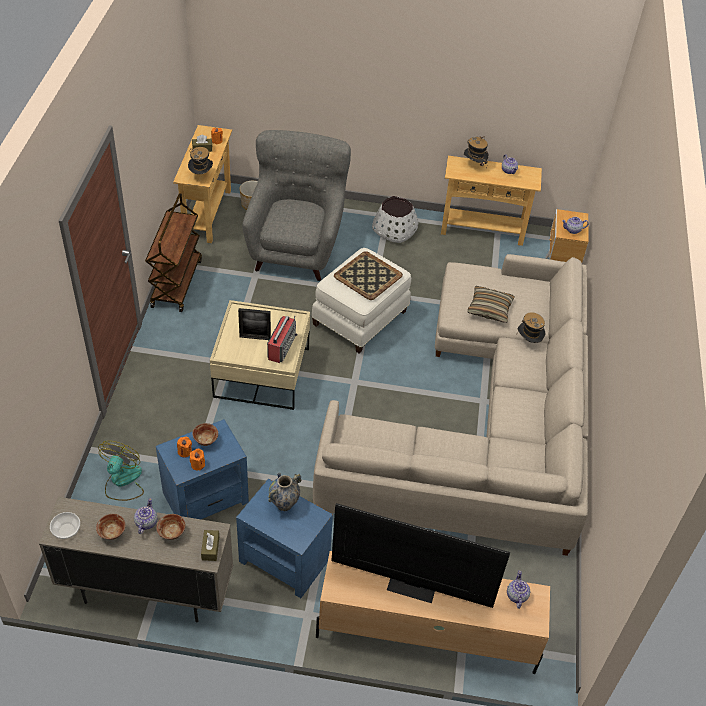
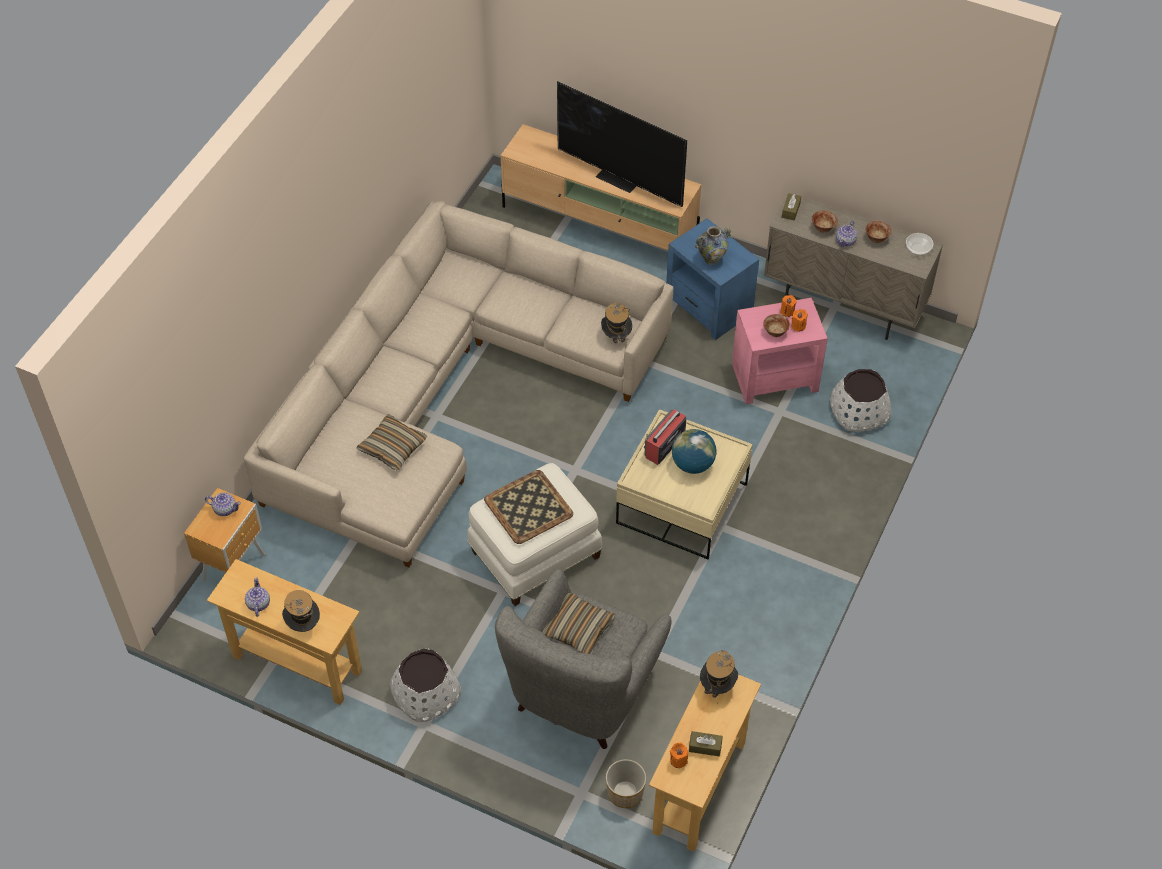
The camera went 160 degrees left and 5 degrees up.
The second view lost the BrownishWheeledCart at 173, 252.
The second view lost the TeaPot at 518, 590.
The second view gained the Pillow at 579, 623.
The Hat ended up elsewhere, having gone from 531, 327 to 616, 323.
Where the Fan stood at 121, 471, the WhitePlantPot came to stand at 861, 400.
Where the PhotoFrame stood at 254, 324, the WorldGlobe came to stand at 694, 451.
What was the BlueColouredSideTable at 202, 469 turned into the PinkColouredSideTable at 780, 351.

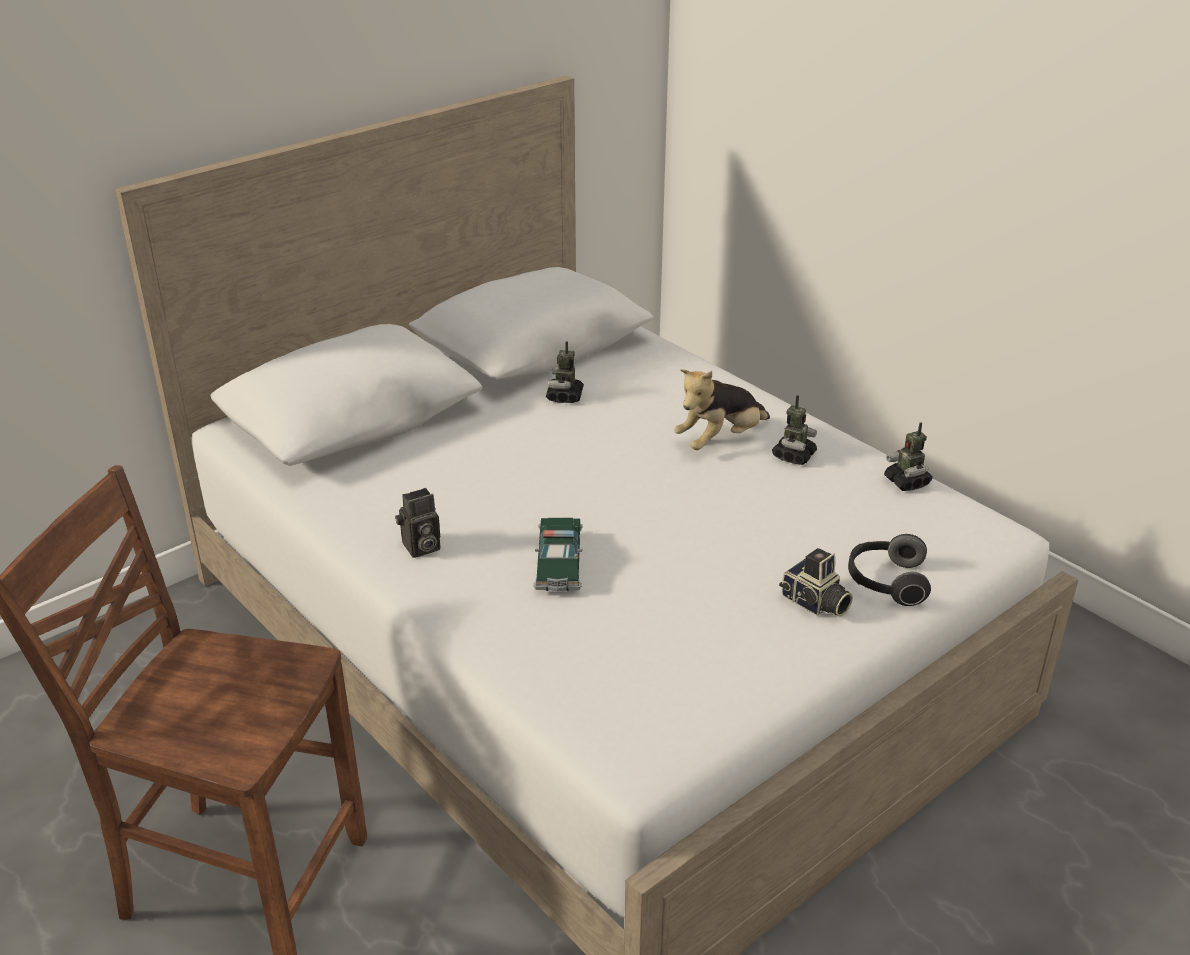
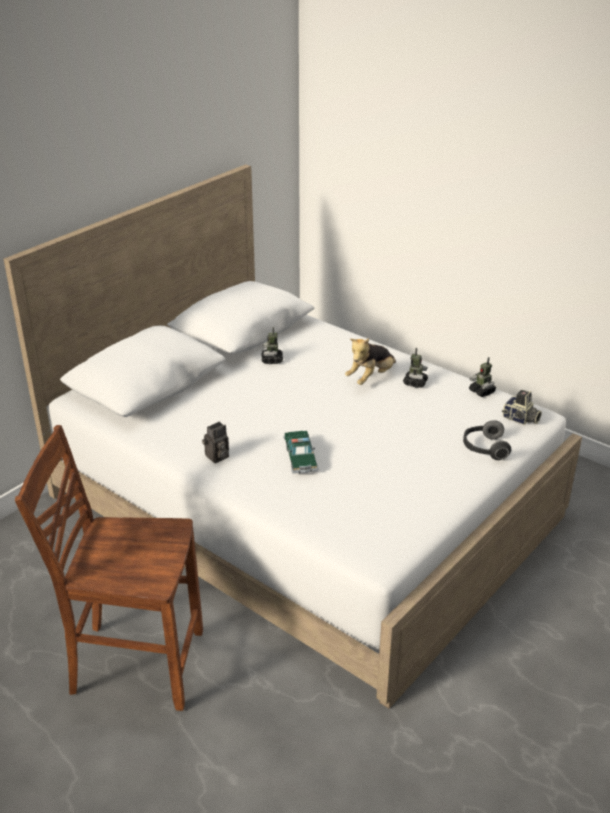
The camera went 10 degrees left and 0 degrees up.
The PhotoCamera ended up elsewhere, having gone from 816, 582 to 522, 407.

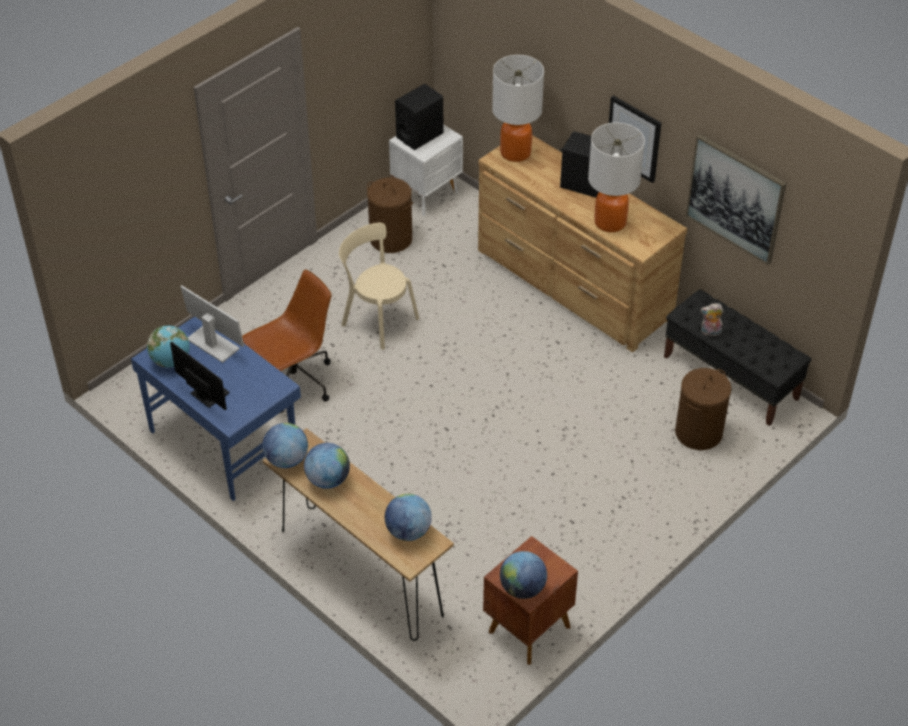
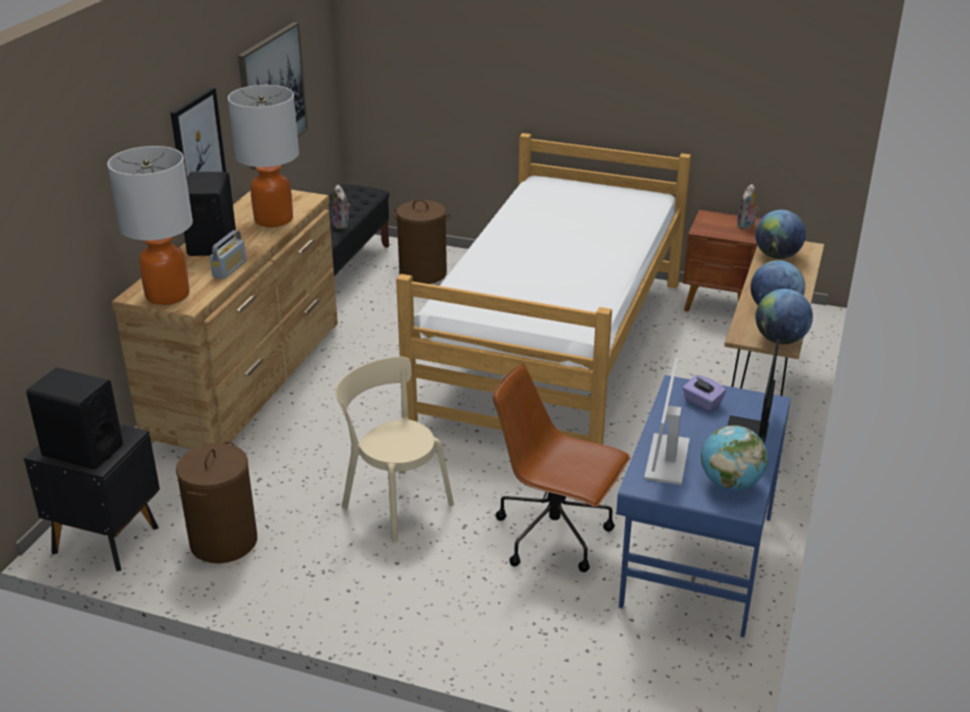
The camera went 115 degrees left and 15 degrees down.
The second view gained the Radio at 228, 254.
The second view gained the Bed at 543, 289.
The second view gained the PurpleColouredBoxOfTissues at 704, 393.
Where the WorldGlobe stood at 523, 575, the CuddlyToy came to stand at 747, 206.
What was the WhiteBedsideTable at 426, 169 turned into the BlackBedsideTable at 92, 497.
The SandColouredChair at 379, 286 ended up facing another way, 120 degrees clockwise from before.

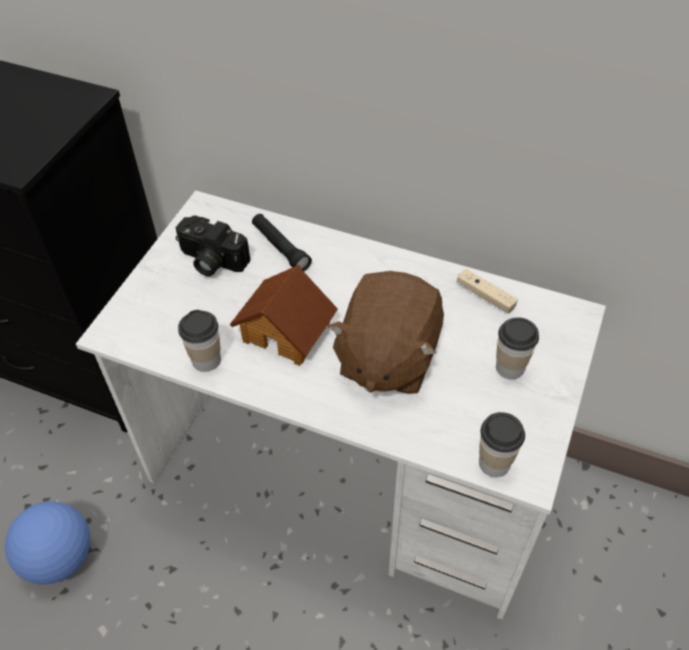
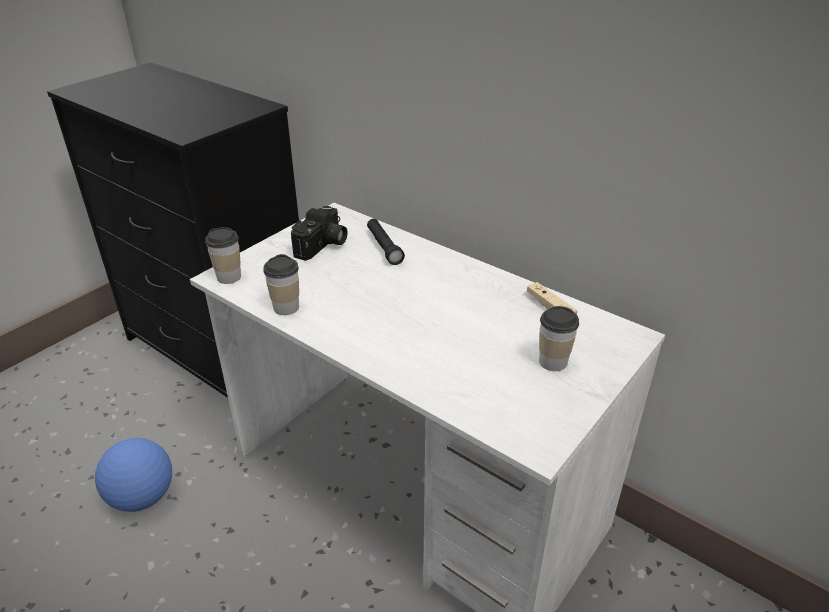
The camera went 15 degrees right and 15 degrees down.
The second view lost the MiniatureHouse at 284, 315.
The second view lost the BrownishCuddlyToy at 385, 332.
The SmallCup ended up elsewhere, having gone from 502, 444 to 223, 255.
The PhotoCamera at 212, 245 ended up facing another way, 105 degrees counterclockwise from before.

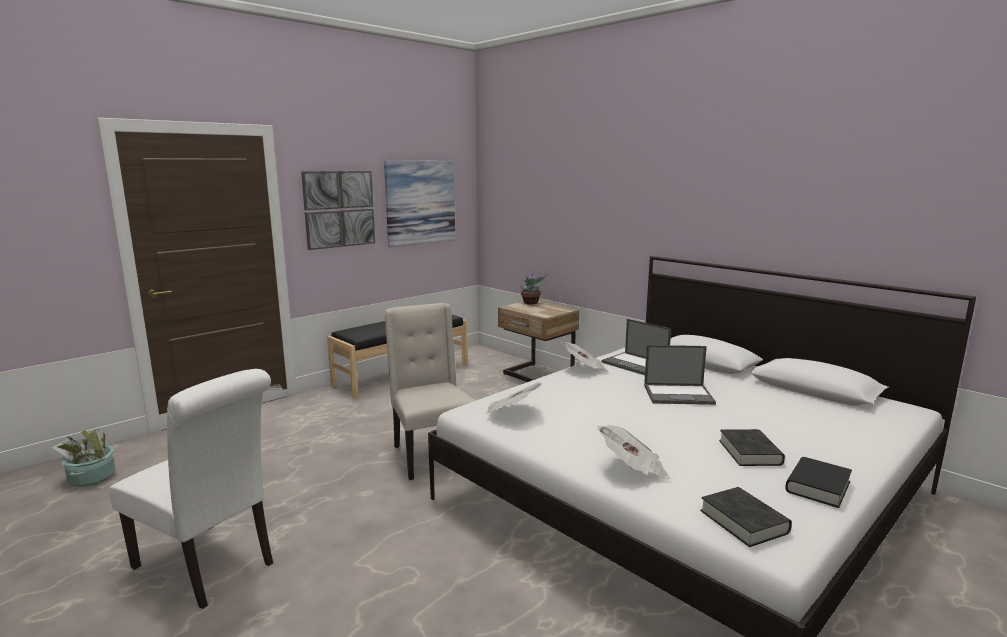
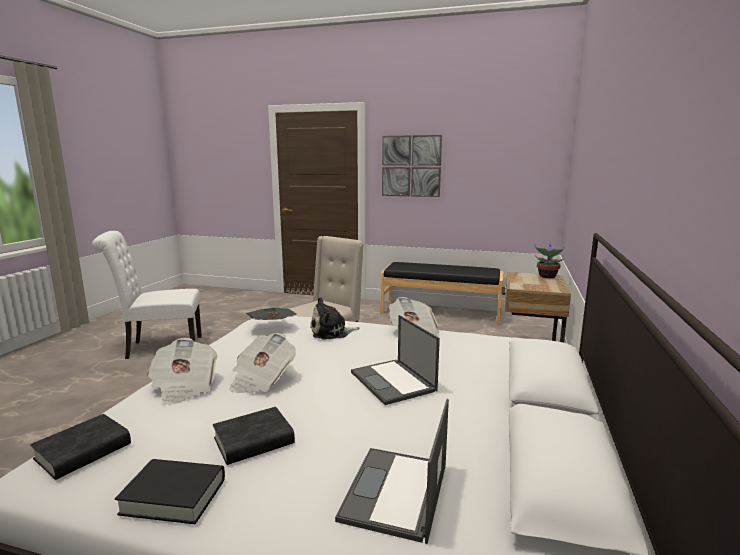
The camera went 60 degrees right and 0 degrees up.
The second view lost the PottedPlant at 83, 458.
The second view lost the WallArt at 419, 204.
The second view gained the DailyPaper at 262, 363.
The second view gained the CuddlyToy at 335, 318.
The NotebookComputer ended up elsewhere, having gone from 636, 347 to 392, 471.
The WhiteChair at 191, 489 ended up facing another way, 75 degrees clockwise from before.

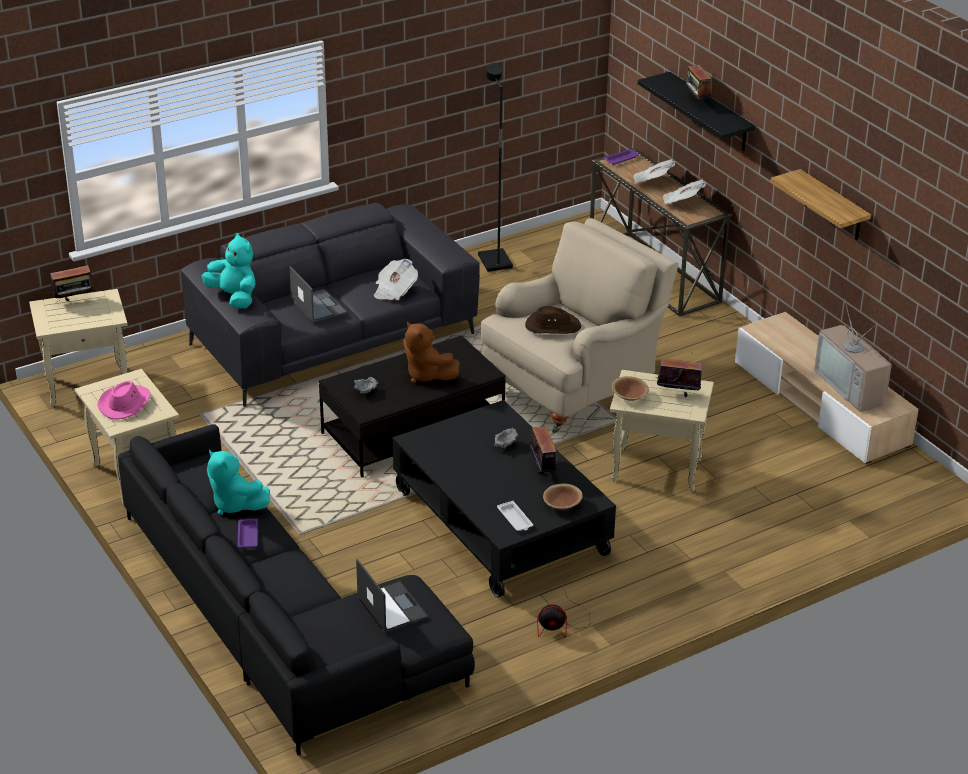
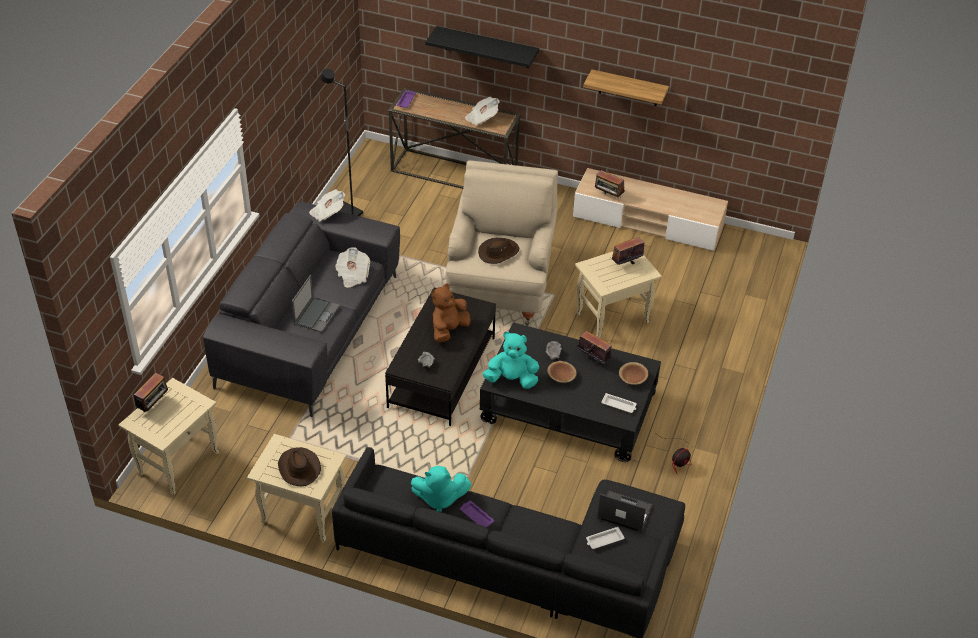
The camera went 40 degrees left and 10 degrees up.
The second view lost the Television at 853, 357.
The second view gained the WhiteServingTray at 605, 538.
The TurquoiseCuddlyToy ended up elsewhere, having gone from 228, 271 to 510, 360.
The BrownishBowl ended up elsewhere, having gone from 630, 388 to 562, 372.
The DailyPaper ended up elsewhere, having gone from 654, 171 to 327, 205.
The Radio ended up elsewhere, having gone from 699, 80 to 609, 183.
What was the PinkColouredHat at 123, 400 turned into the BrownishHat at 299, 466.
The NotebookComputer at 318, 294 ended up facing another way, 90 degrees clockwise from before.
The BrownishCuddlyToy at 431, 352 ended up facing another way, 120 degrees clockwise from before.

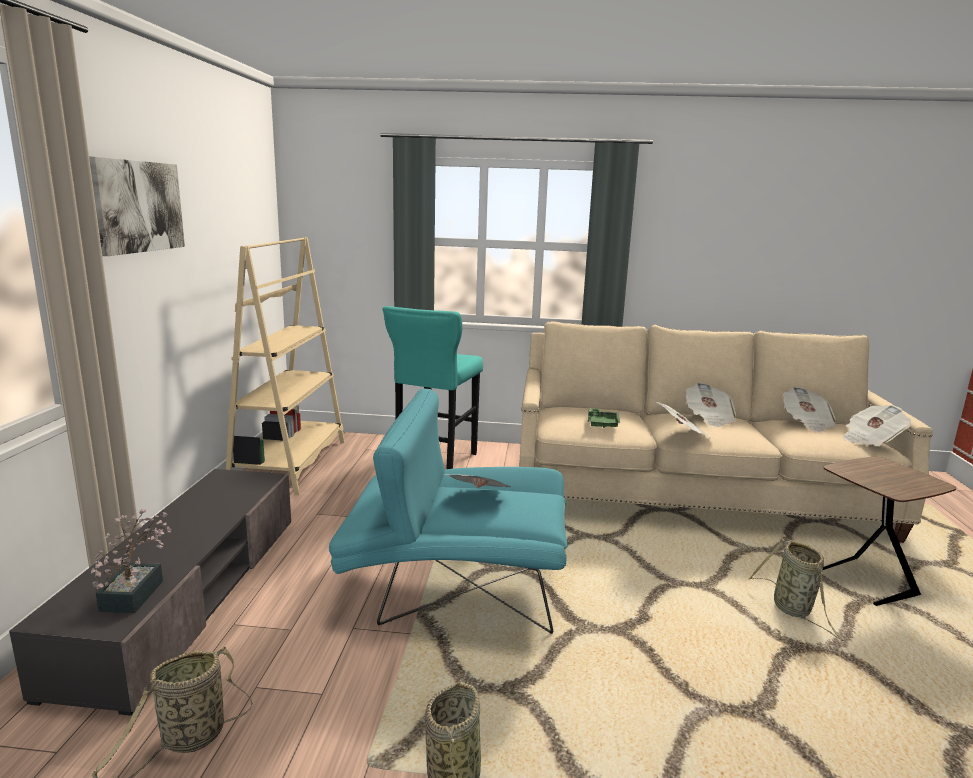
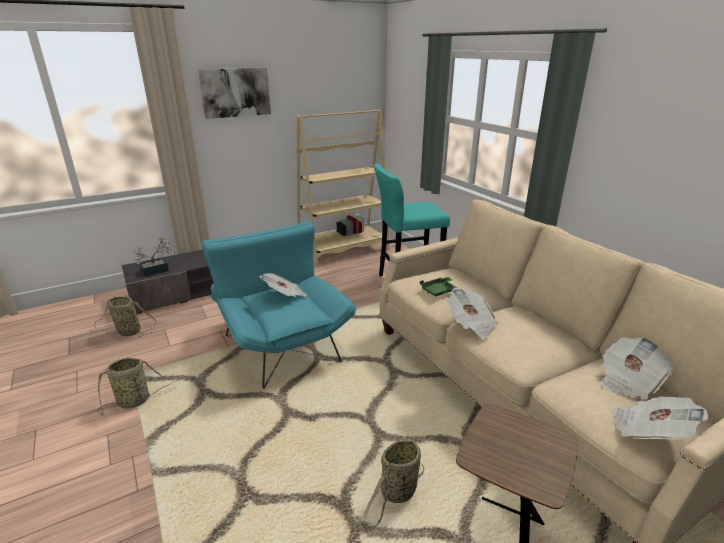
The camera went 55 degrees right and 10 degrees up.
The second view lost the DailyPaper at 711, 404.

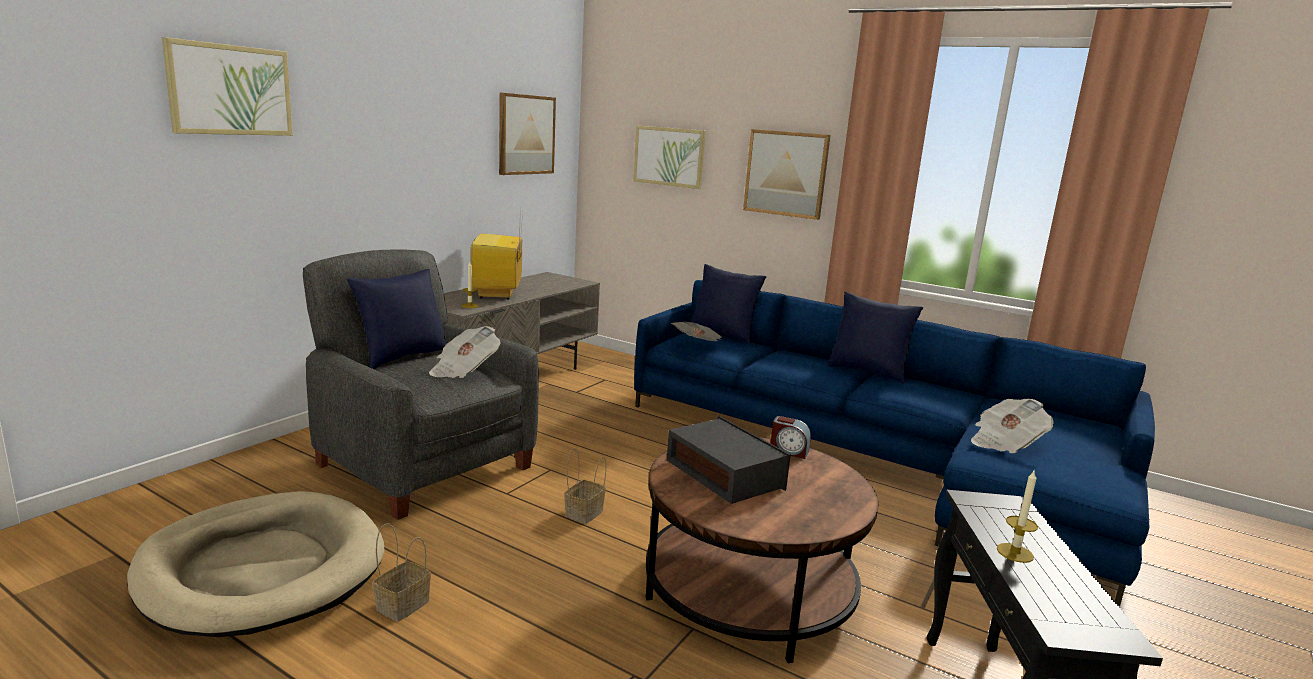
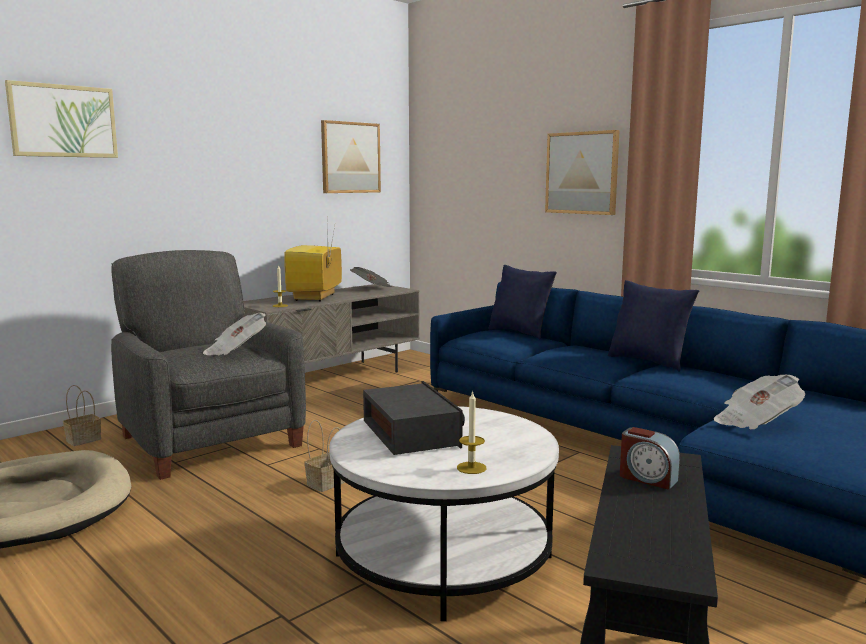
The camera went 15 degrees right and 5 degrees down.
The second view lost the BlueColouredPillow at 397, 319.
The second view lost the WallArt at 669, 157.
The StorageBasket ended up elsewhere, having gone from 402, 572 to 82, 415.
The DailyPaper ended up elsewhere, having gone from 696, 331 to 371, 277.
The TableClock ended up elsewhere, having gone from 791, 437 to 650, 458.
The Candle ended up elsewhere, having gone from 1017, 517 to 472, 432.
What was the BrownishLoungeTable at 762, 550 turned into the WhiteLoungeTable at 444, 513.

